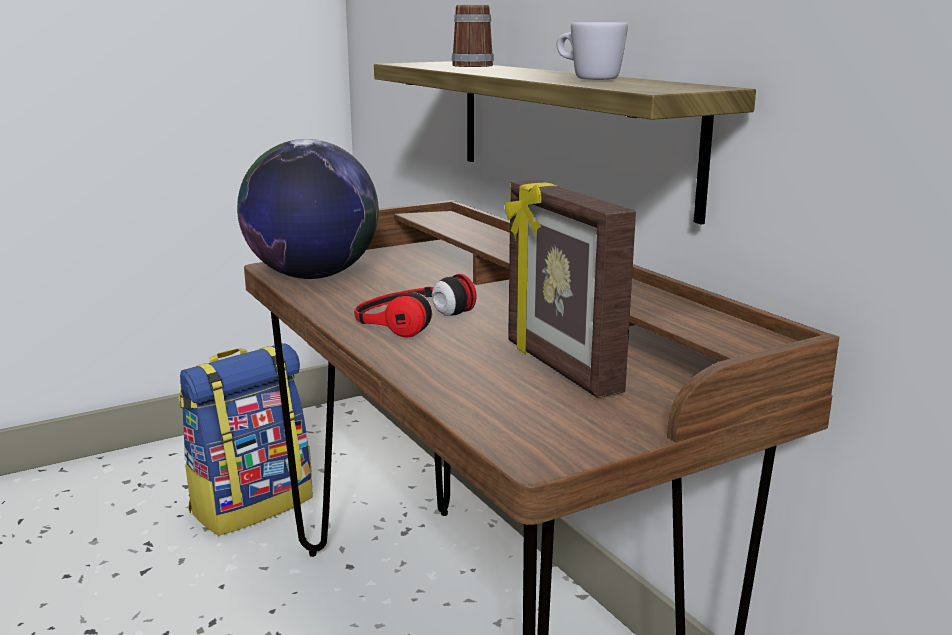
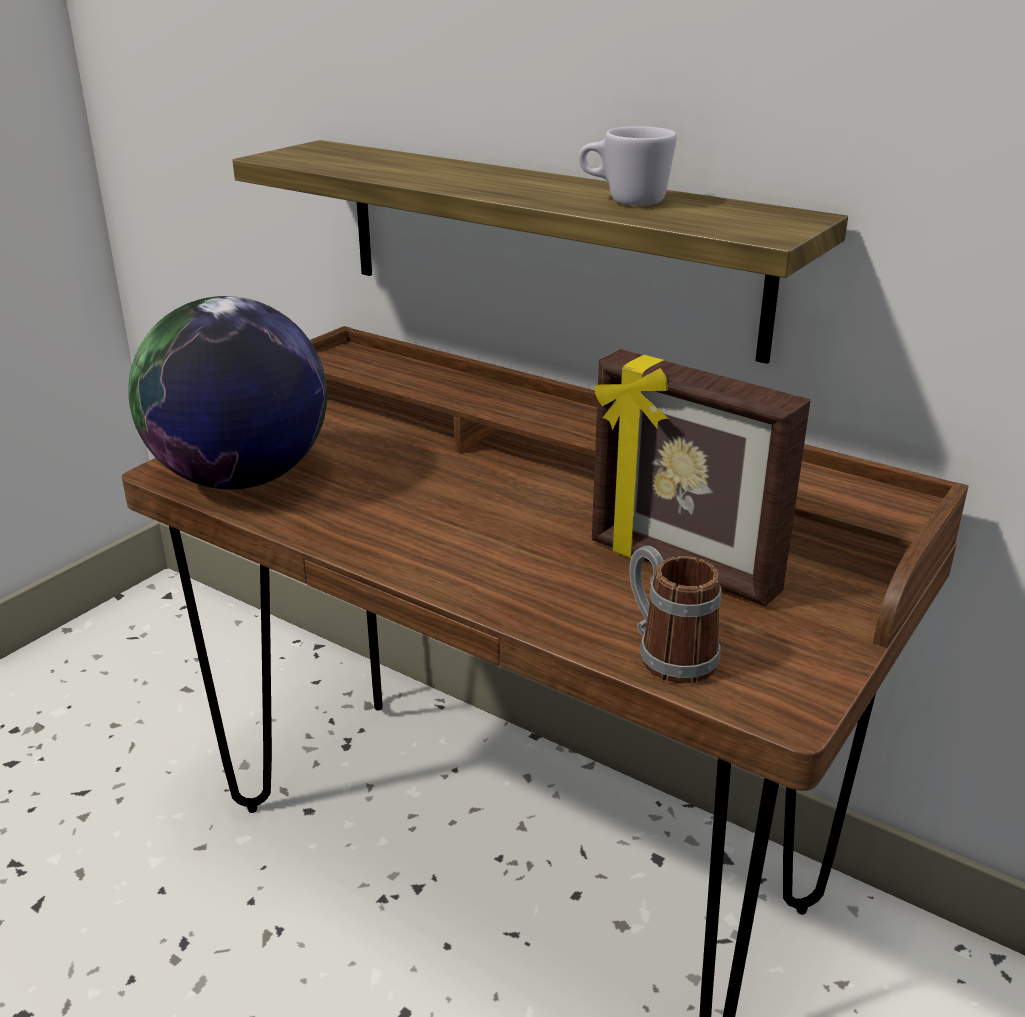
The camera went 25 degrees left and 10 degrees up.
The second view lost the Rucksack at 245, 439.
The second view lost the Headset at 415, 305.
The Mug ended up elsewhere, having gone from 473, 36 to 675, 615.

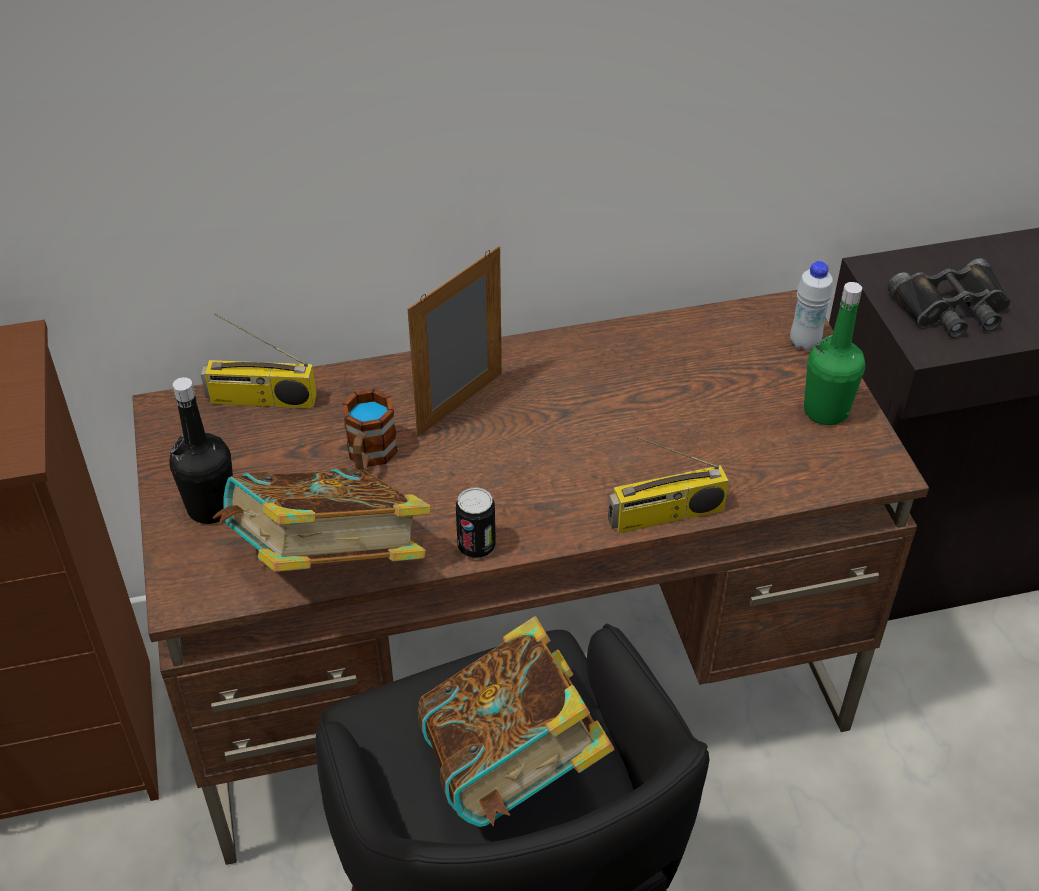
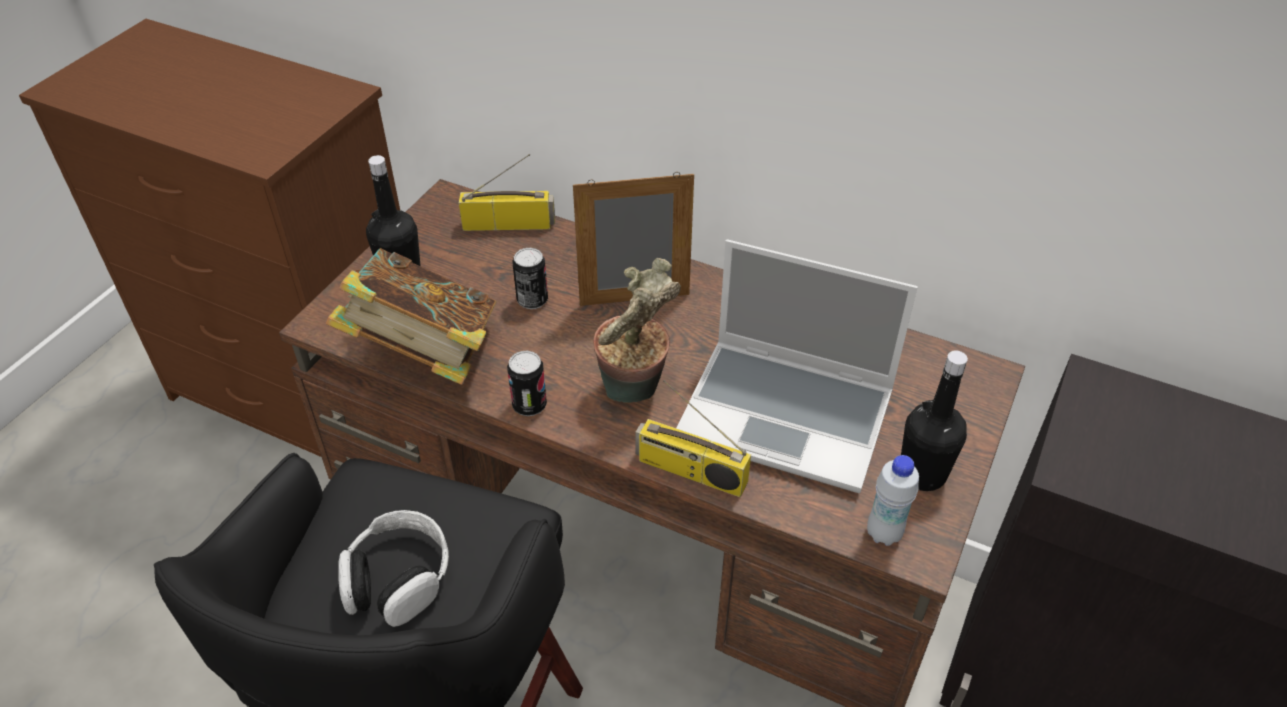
The camera went 40 degrees right and 0 degrees up.
The second view lost the BlackPairOfBinoculars at 948, 298.
The second view gained the PottedPlant at 637, 330.
The second view gained the NotebookComputer at 797, 366.
The WhiteBeverageBottle ended up elsewhere, having gone from 811, 306 to 893, 500.
Where the Mug stood at 370, 430, the SealedCan came to stand at 530, 278.
Where the Volume stood at 516, 721, the Headset came to stand at 393, 568.
What was the GreenColouredBeverageBottle at 834, 353 turned into the BlackBeverageBottle at 934, 421.
The Radio at 259, 360 ended up facing another way, 135 degrees clockwise from before.

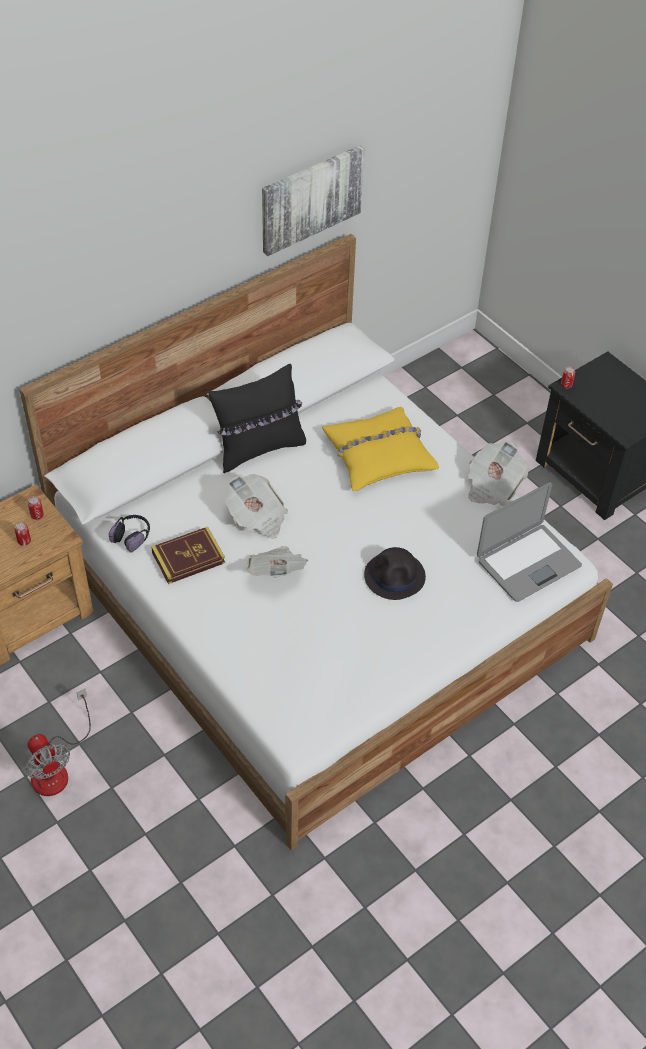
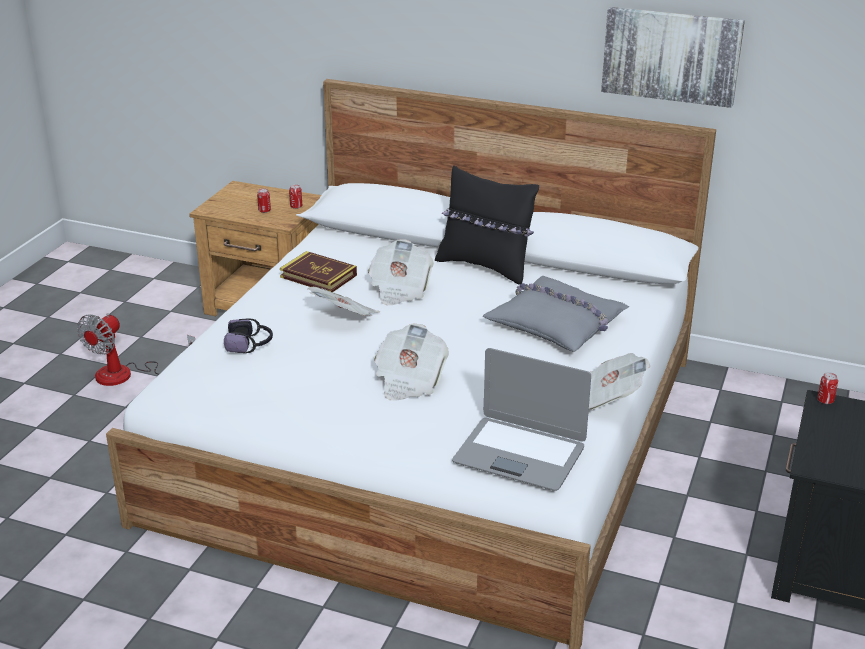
The camera went 60 degrees right and 20 degrees down.
The Headset ended up elsewhere, having gone from 129, 534 to 248, 335.
Where the BlackHat stood at 395, 573, the DailyPaper came to stand at 411, 362.
What was the YellowPillow at 380, 449 turned into the GreyPillow at 556, 314.

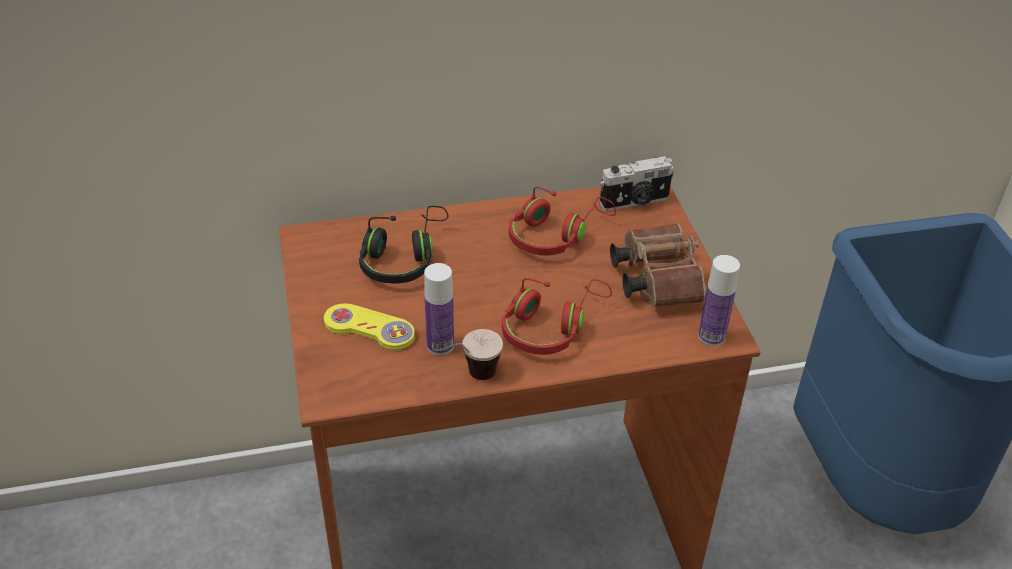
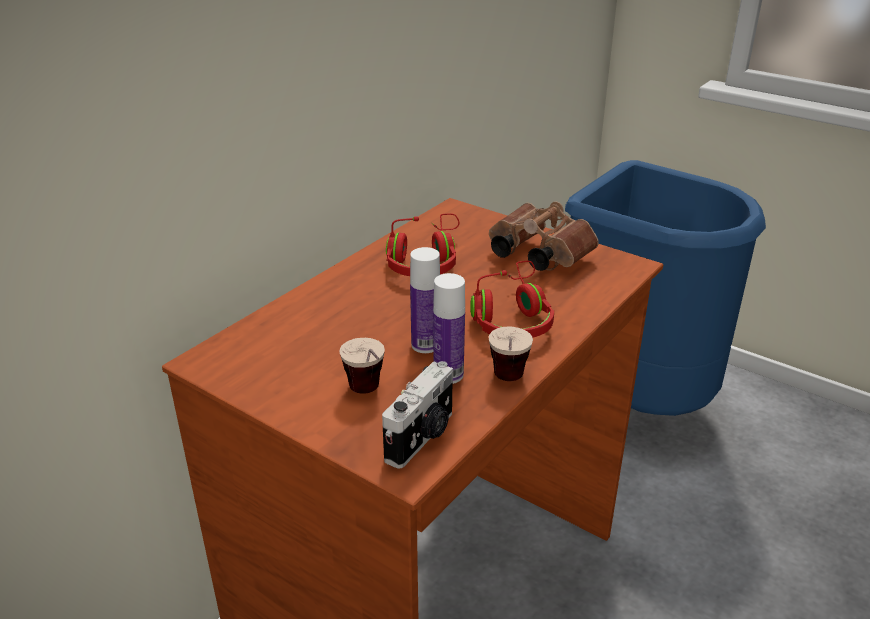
The camera went 40 degrees left and 10 degrees down.
The second view lost the BlackHeadset at 404, 244.
The PhotoCamera ended up elsewhere, having gone from 637, 183 to 417, 415.
The BeverageBottle ended up elsewhere, having gone from 719, 300 to 425, 300.
Where the YellowJoypad stood at 369, 326, the SmallCup came to stand at 362, 366.

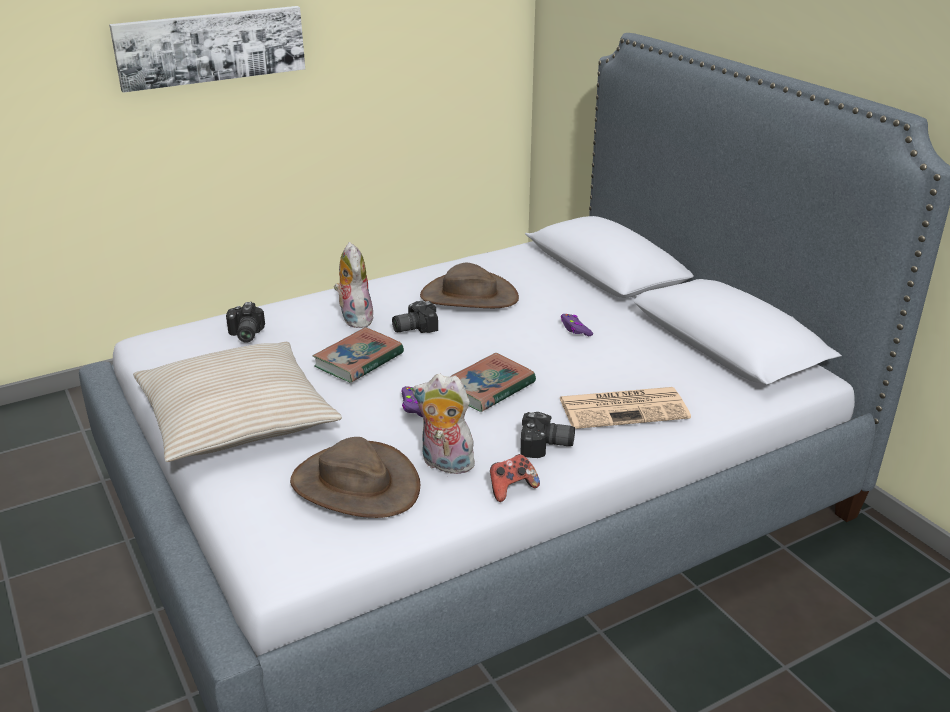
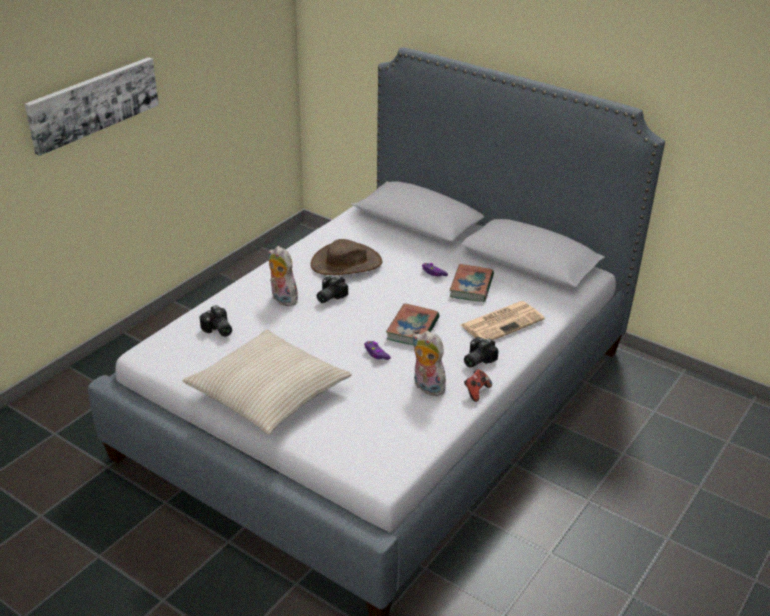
The camera went 25 degrees left and 5 degrees up.
The second view lost the BrownishHat at 355, 477.
The Volume ended up elsewhere, having gone from 358, 355 to 472, 283.
The CuddlyToy at 444, 424 ended up facing another way, 45 degrees clockwise from before.
The PhotoCamera at 548, 435 ended up facing another way, 150 degrees clockwise from before.

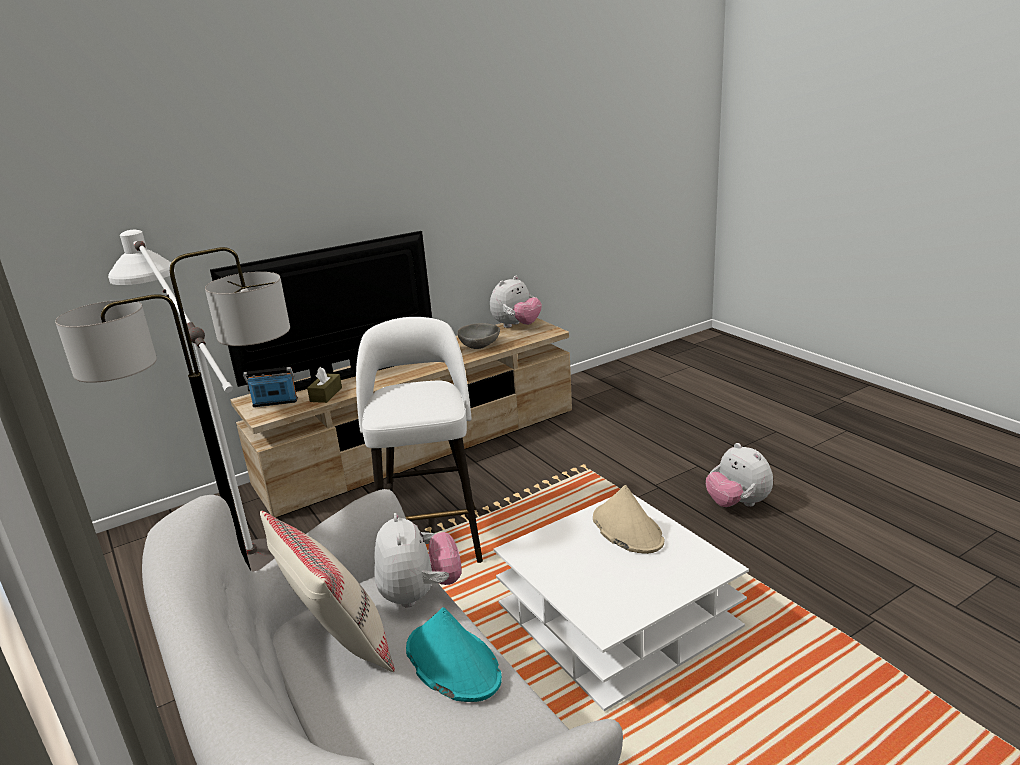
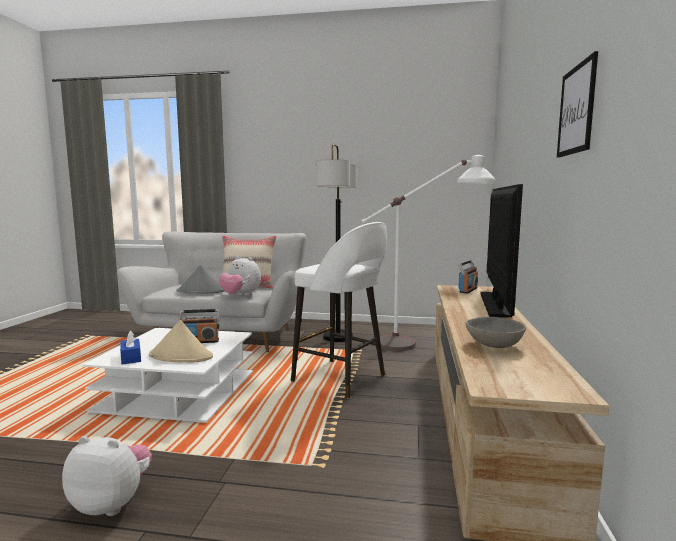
The camera went 130 degrees right and 15 degrees down.
The second view lost the BrownishBoxOfTissues at 324, 385.
The second view lost the CuddlyToy at 516, 302.
The second view gained the BlueColouredBoxOfTissues at 130, 348.
The second view gained the Radio at 199, 326.
The second view gained the WallArt at 577, 104.
What was the TurquoiseHat at 454, 654 turned into the GreyHat at 200, 279.

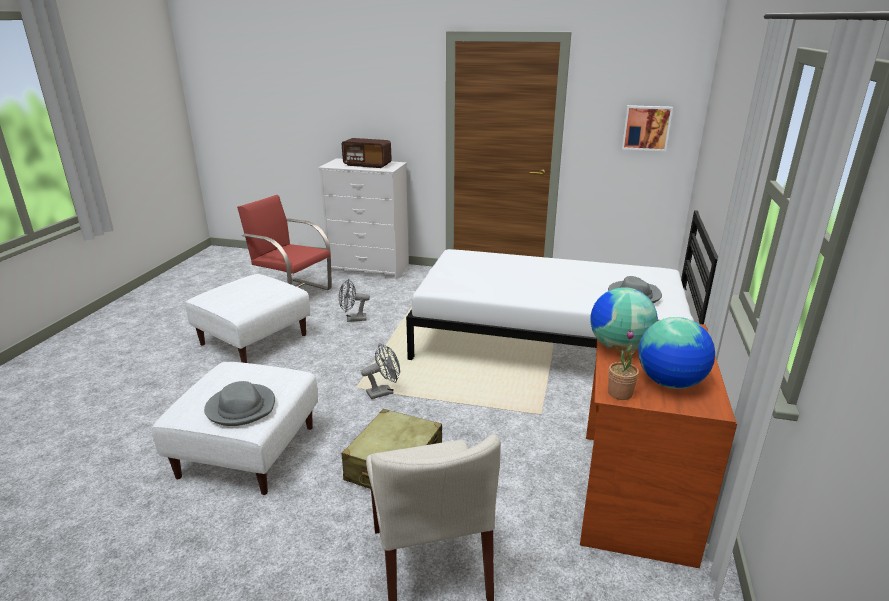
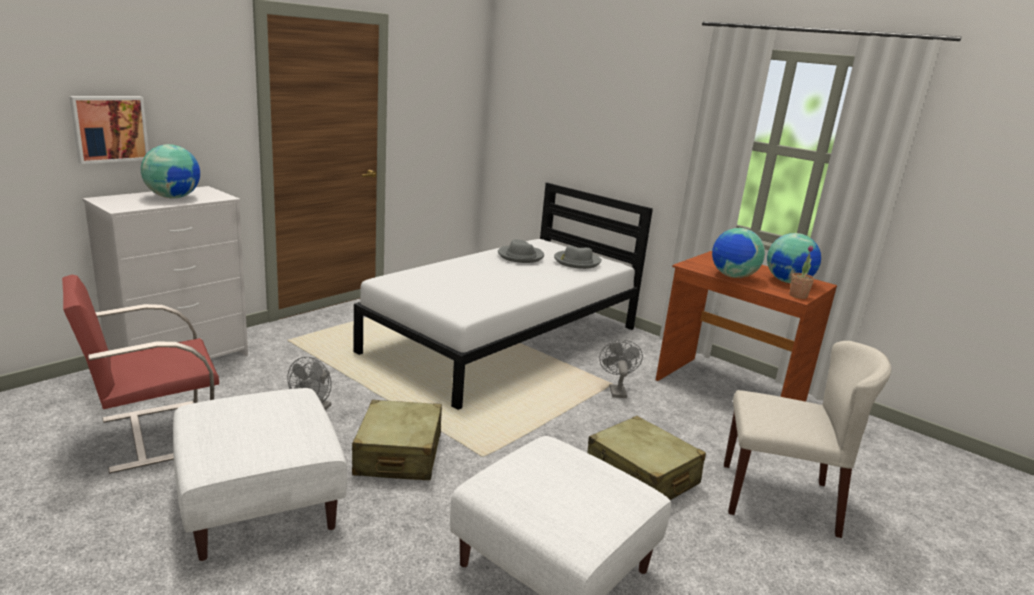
The camera went 65 degrees left and 5 degrees down.
The second view gained the SandColouredTravelCase at 397, 440.
The GreyHat ended up elsewhere, having gone from 239, 403 to 521, 251.
The GreyFan ended up elsewhere, having gone from 380, 371 to 621, 369.
The WallArt ended up elsewhere, having gone from 647, 128 to 109, 130.
Where the Radio stood at 367, 153, the WorldGlobe came to stand at 170, 171.

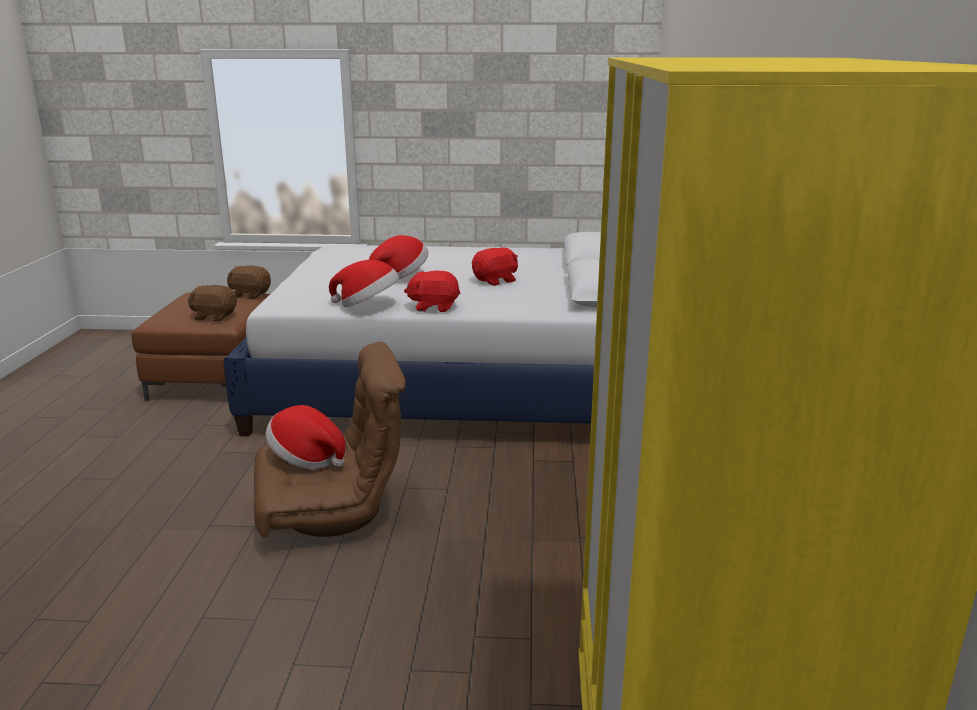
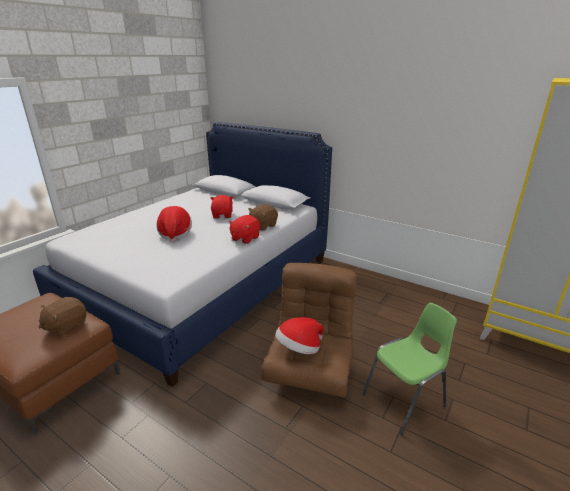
The camera went 60 degrees left and 5 degrees up.
The second view lost the Hat at 364, 283.
The second view gained the GreenColouredChair at 409, 369.
The BrownishCuddlyToy ended up elsewhere, having gone from 249, 282 to 263, 217.

